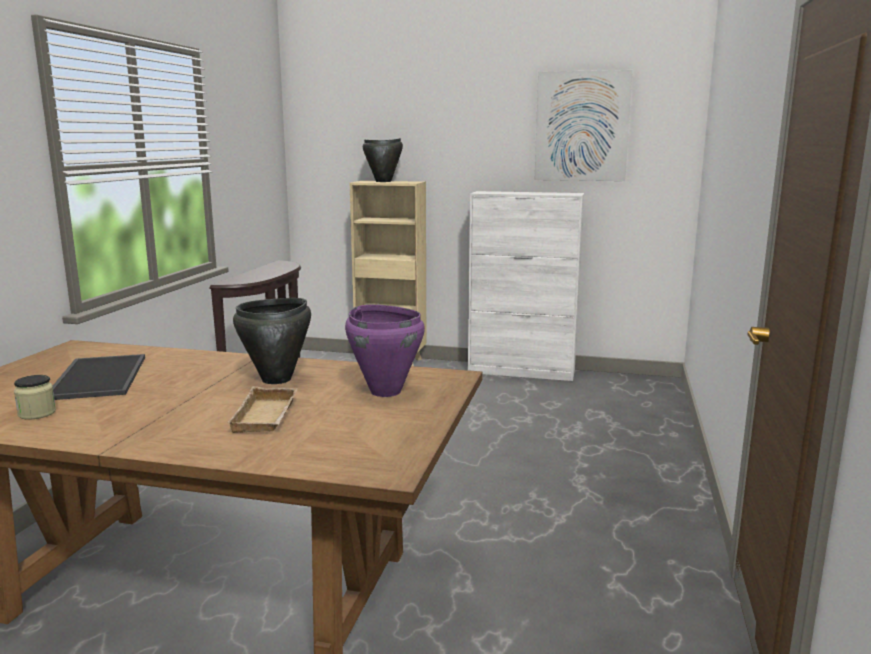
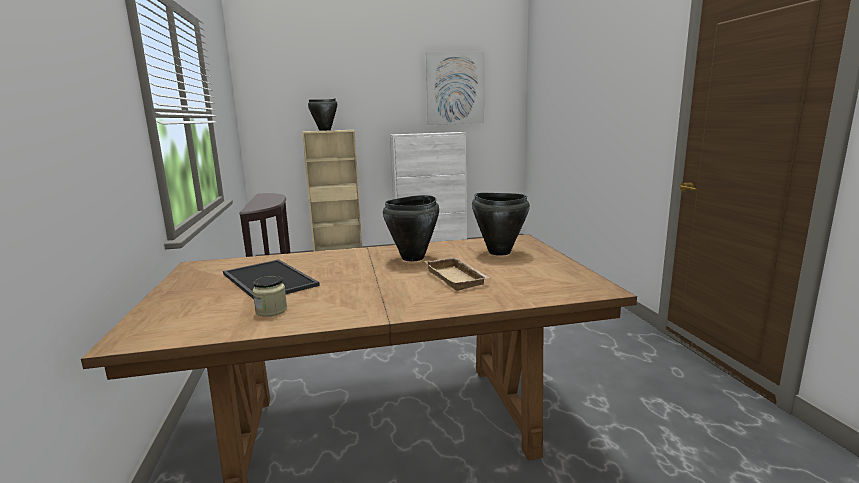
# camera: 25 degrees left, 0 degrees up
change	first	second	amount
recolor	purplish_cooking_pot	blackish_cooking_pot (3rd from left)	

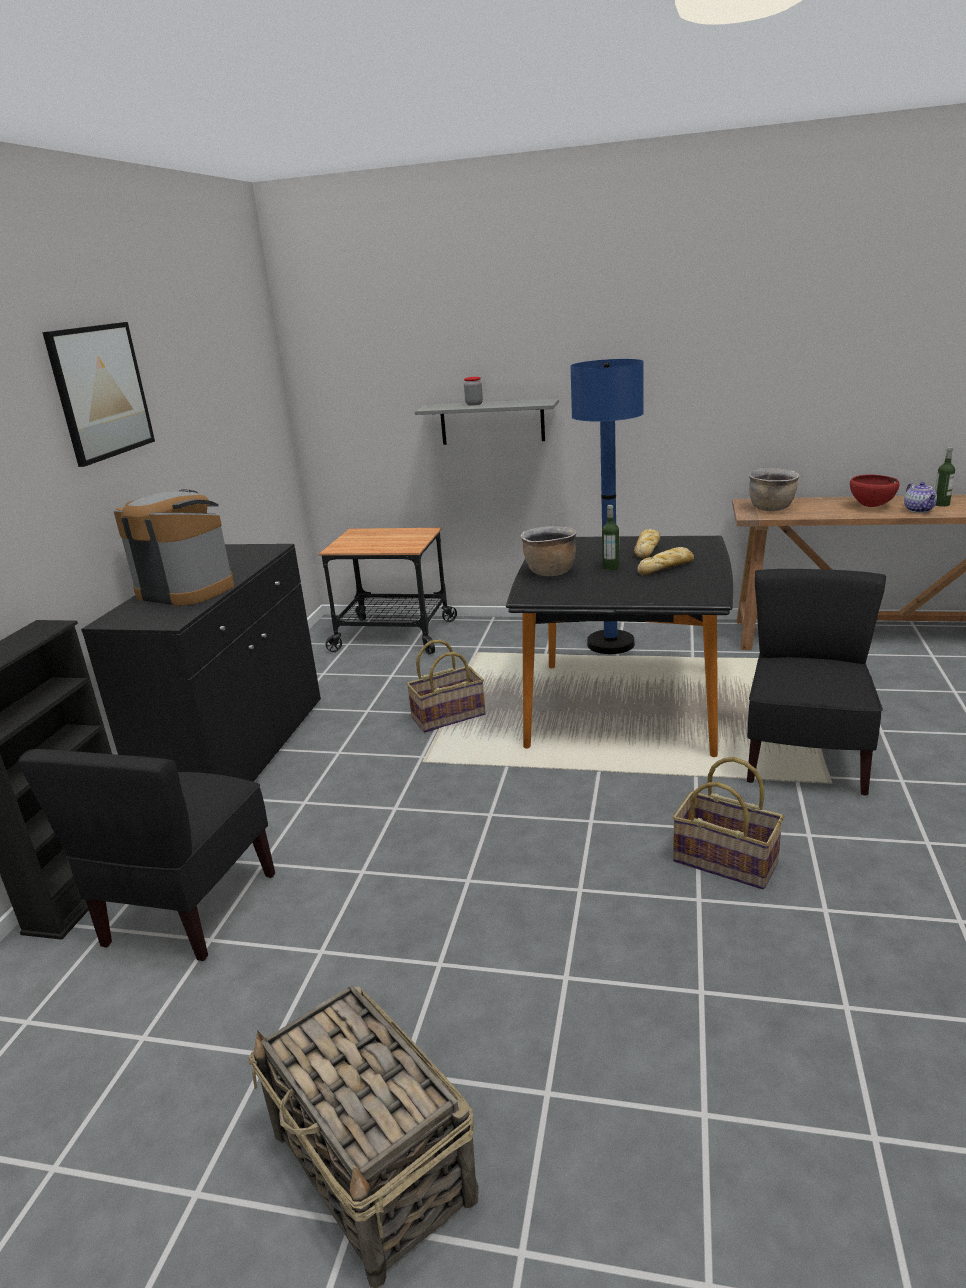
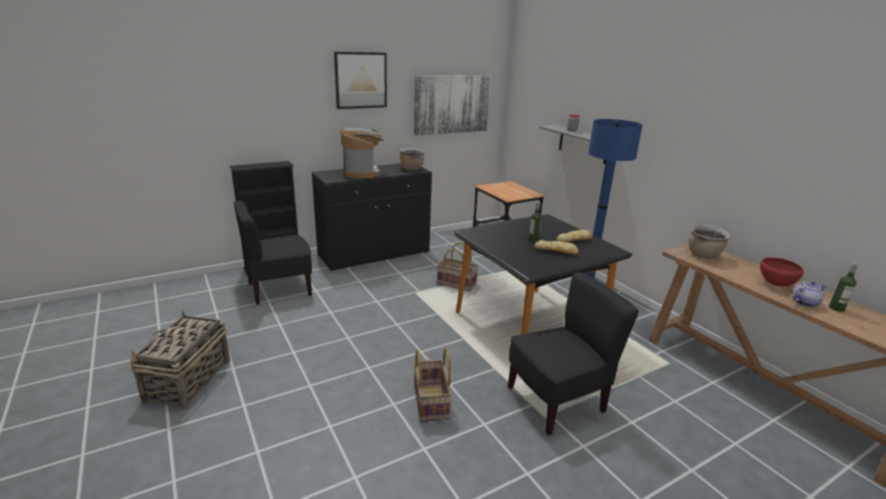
# camera: 45 degrees right, 0 degrees up
change	first	second	amount
rotate	tea_pot		150 degrees counterclockwise
move	brownish_cooking_pot (1st from left)		
insert		wall_picture (2nd from left)	

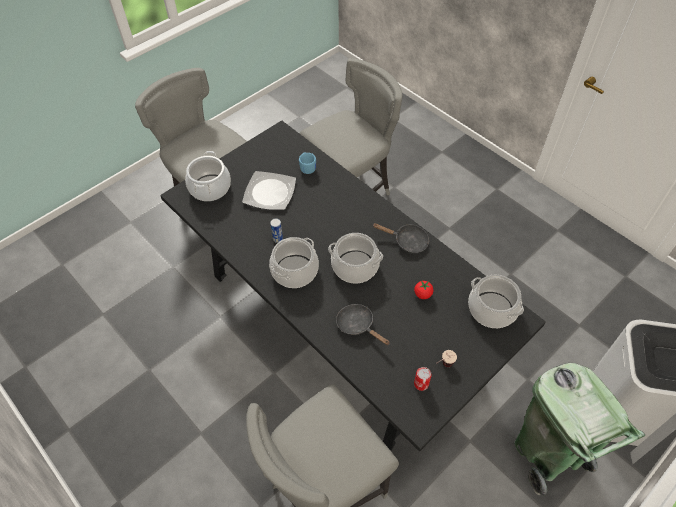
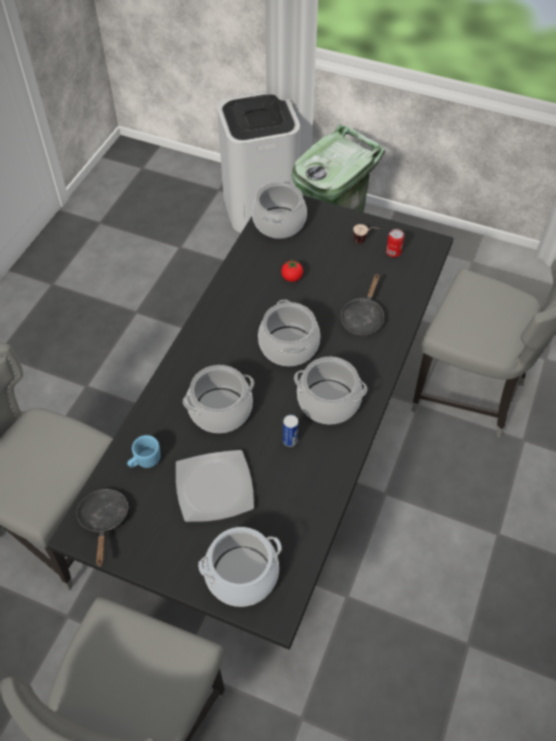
# camera: 115 degrees left, 0 degrees up
change	first	second	amount
move	blackish_frying_pan (2nd from left in the first image)	blackish_frying_pan (1st from left)	
insert		cooking_pot (1st from left)	

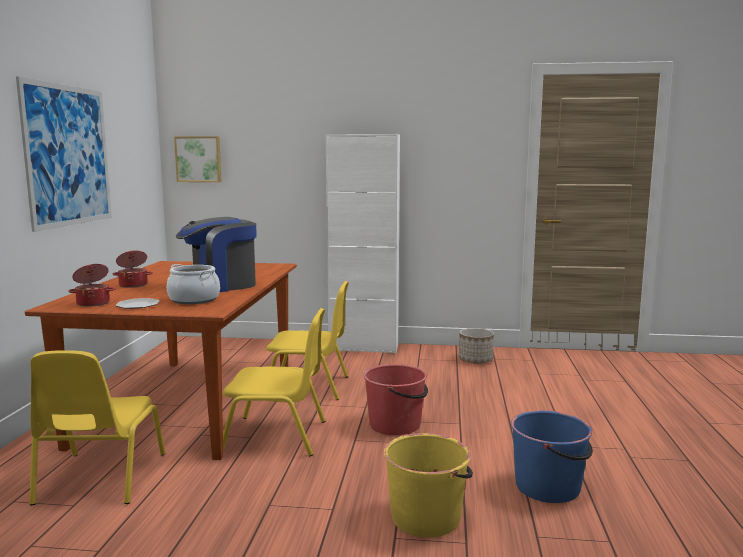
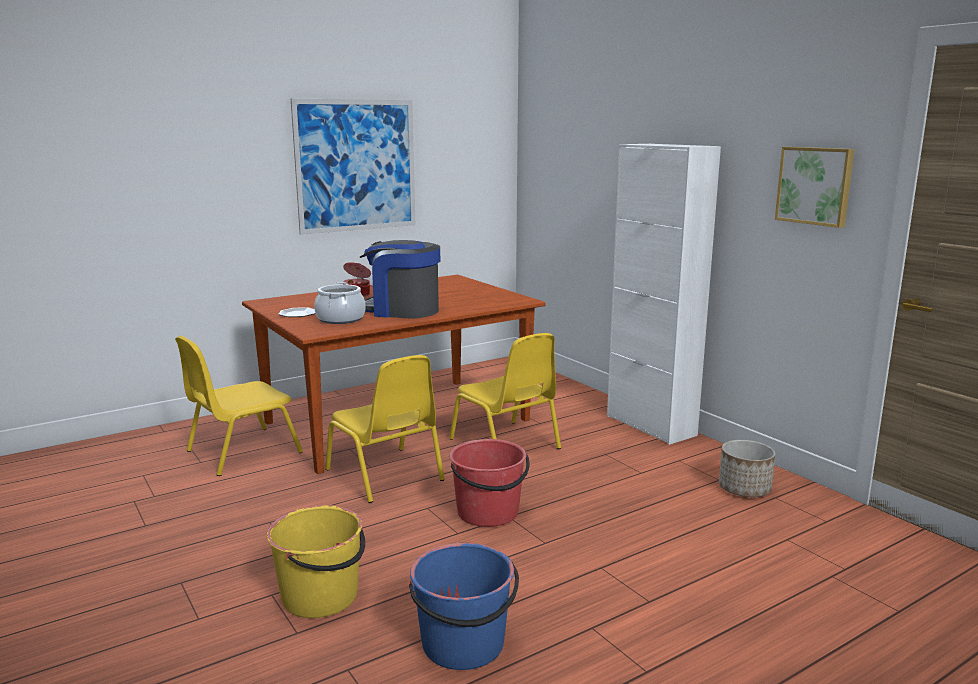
# camera: 50 degrees right, 5 degrees up
change	first	second	amount
move	wall_picture (2nd from left)		
delete	cooking_pot (1st from left)		

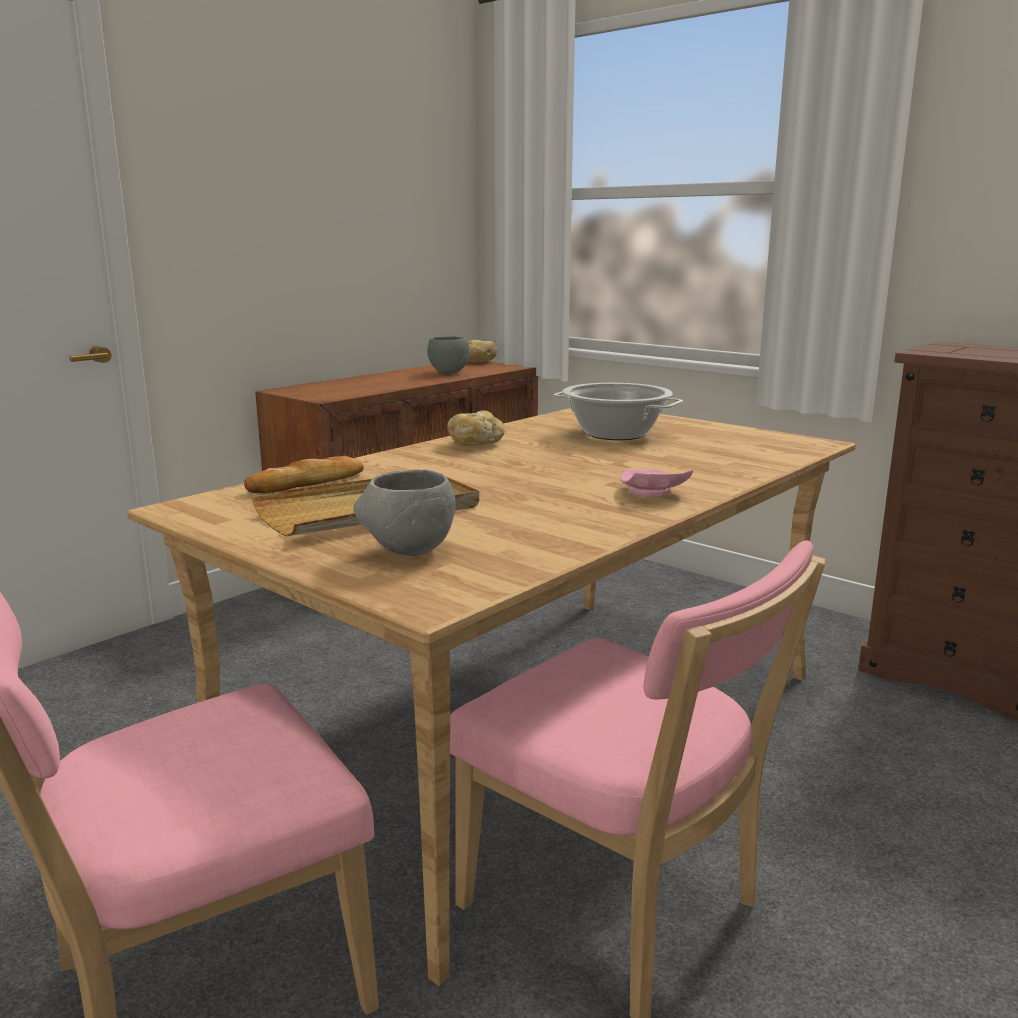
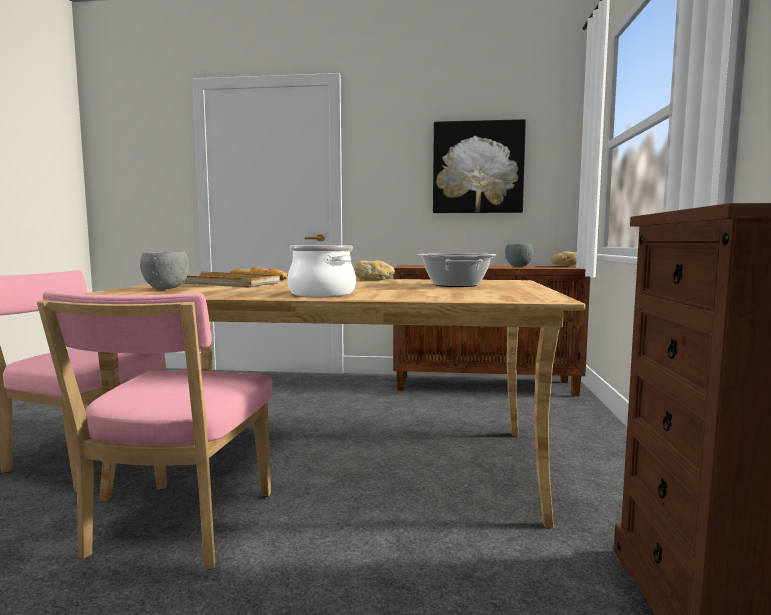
# camera: 55 degrees right, 10 degrees down
change	first	second	amount
replace	pink-coloured_flat_dish	cooking_pot (1st from left)	
insert		wall_picture	

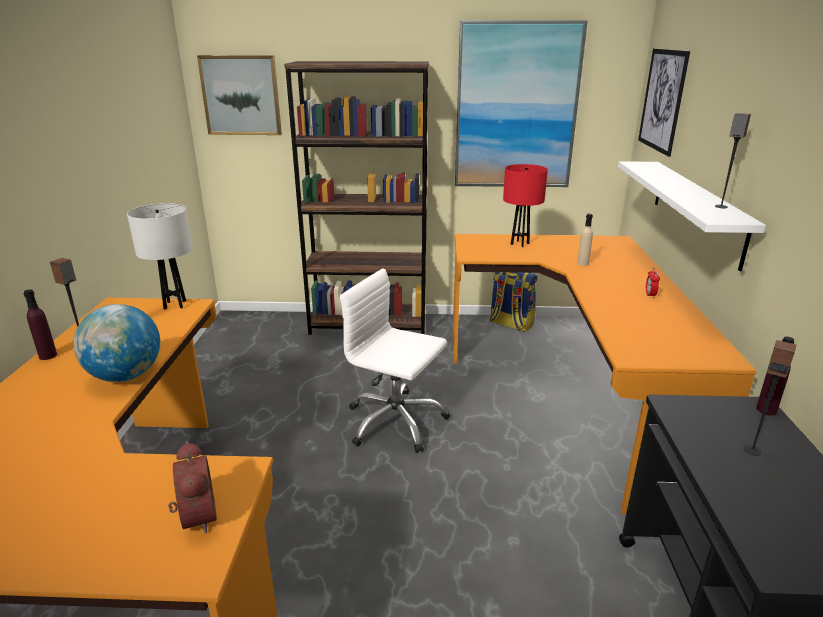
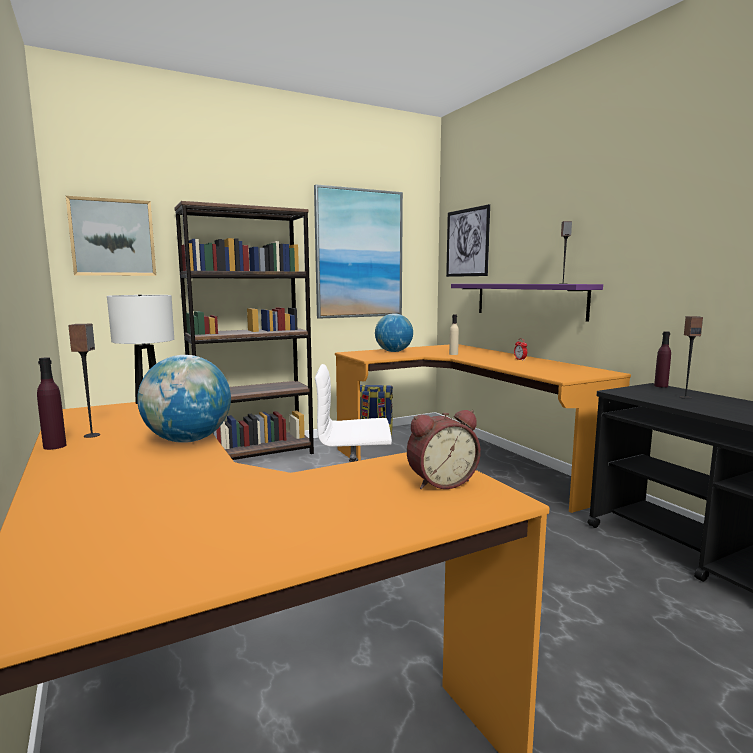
# camera: 30 degrees left, 15 degrees down
change	first	second	amount
recolor	white_bracket_shelf	purplish_bracket_shelf	
replace	red_table_lamp	globe (2nd from left)	
rotate	table_clock (1st from left)		120 degrees clockwise

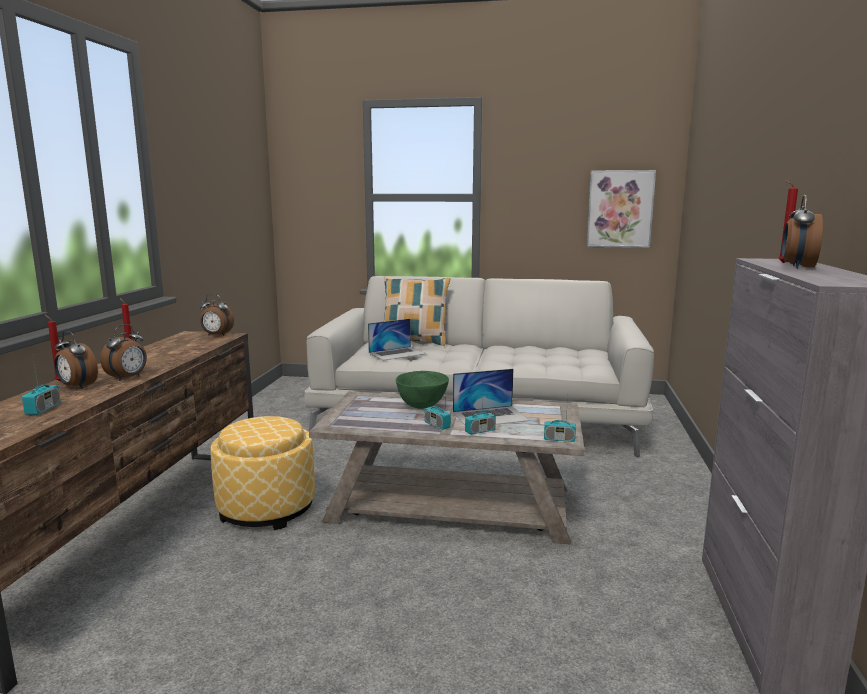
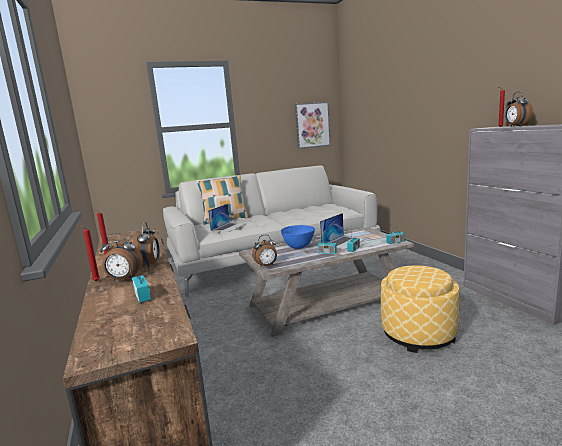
# camera: 30 degrees left, 0 degrees up
change	first	second	amount
move	table_clock (3rd from left)		
recolor	greenish_bowl	bluish_bowl	
move	footrest		

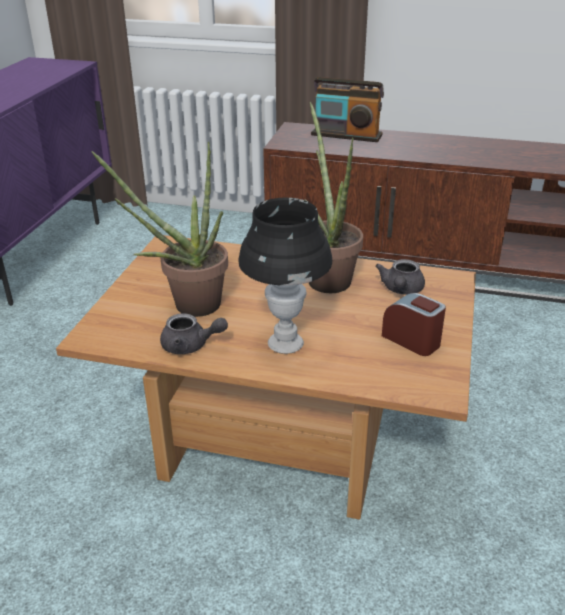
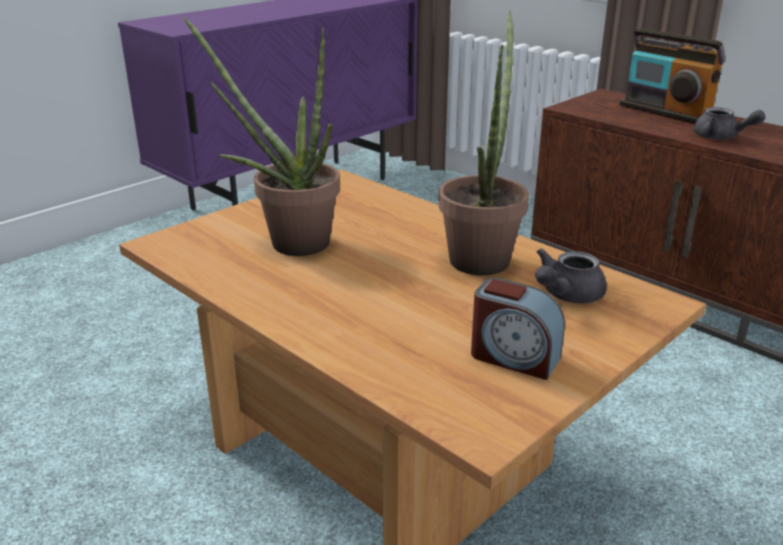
# camera: 30 degrees right, 5 degrees down
change	first	second	amount
delete	blackish_table_lamp		
rotate	table_clock		135 degrees clockwise
move	greyish_tea_pot (1st from left in the first image)	greyish_tea_pot (2nd from left)	

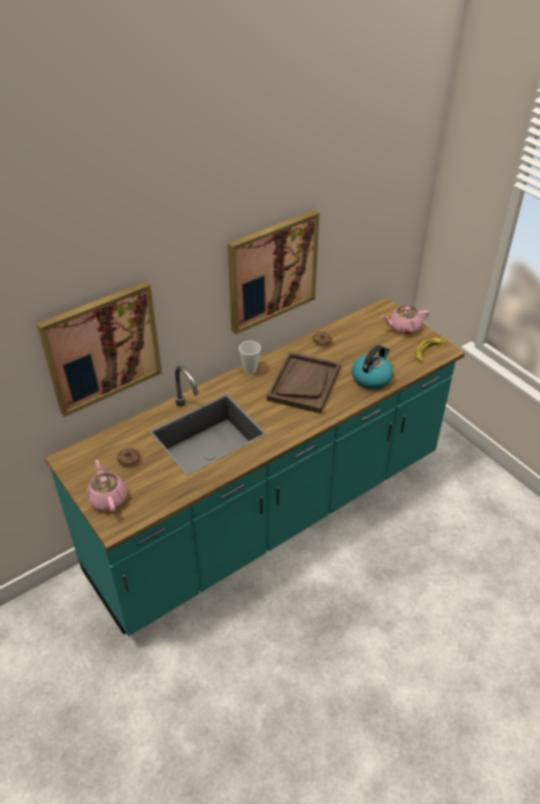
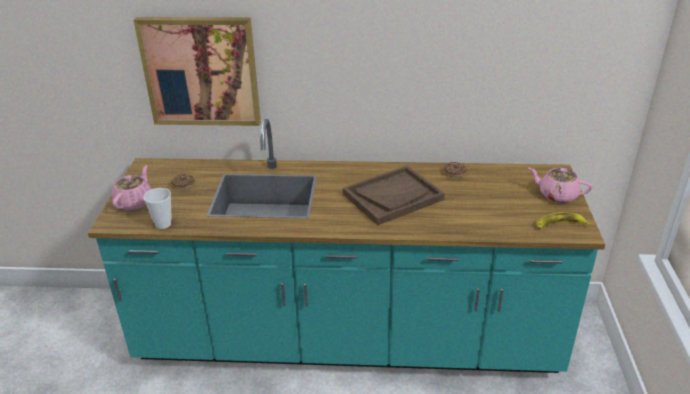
# camera: 40 degrees right, 10 degrees down
change	first	second	amount
delete	wall_picture (2nd from left)		
move	drinking_cup		
delete	tea_kettle		

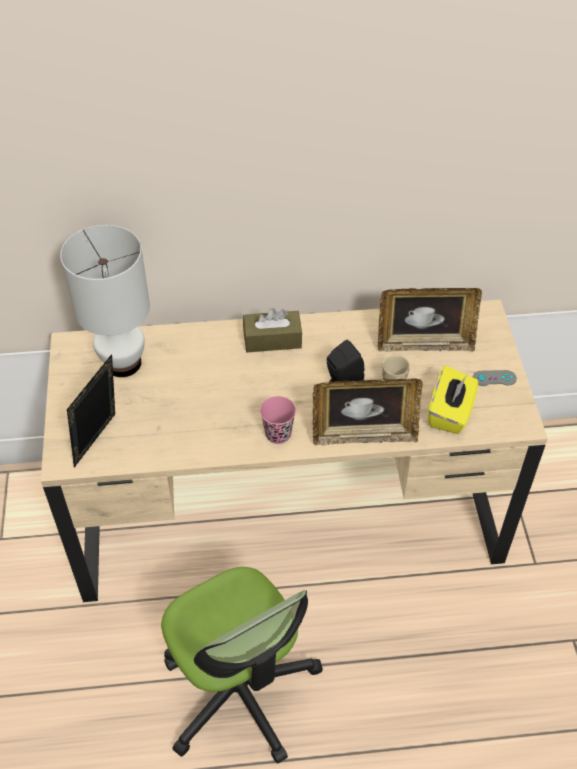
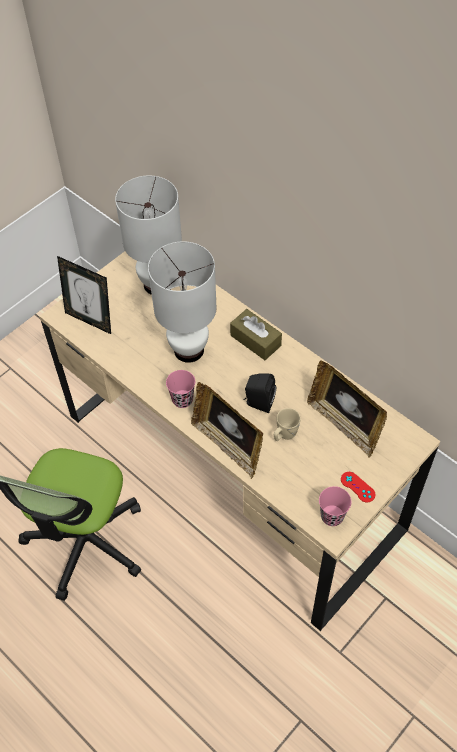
# camera: 50 degrees right, 5 degrees up
change	first	second	amount
rotate	picture_frame (1st from left)		135 degrees counterclockwise
delete	yellow-coloured_box_of_tissues		
recolor	greyish_gamepad	red_gamepad	
insert		white_table_lamp (2nd from left)	
insert		pink-coloured_drinking_cup (2nd from left)	

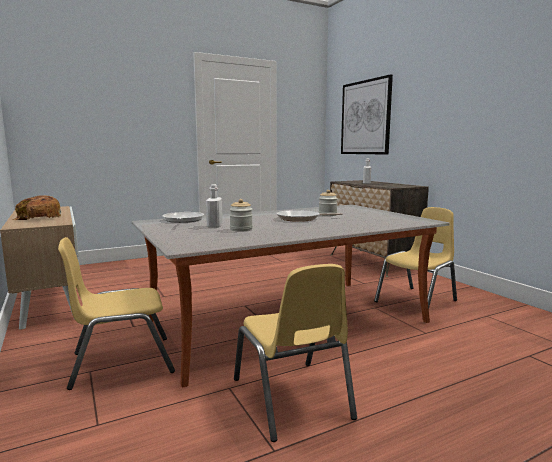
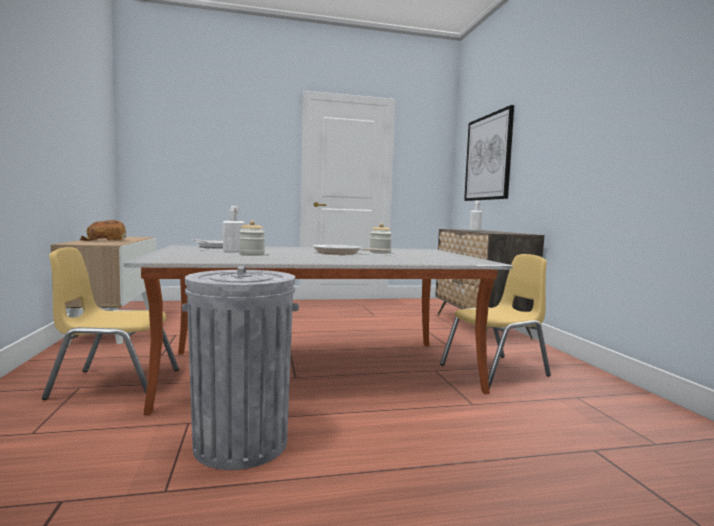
# camera: 15 degrees right, 5 degrees down
change	first	second	amount
replace	yellow-coloured_chair (2nd from left)	greyish_waste_bin	

